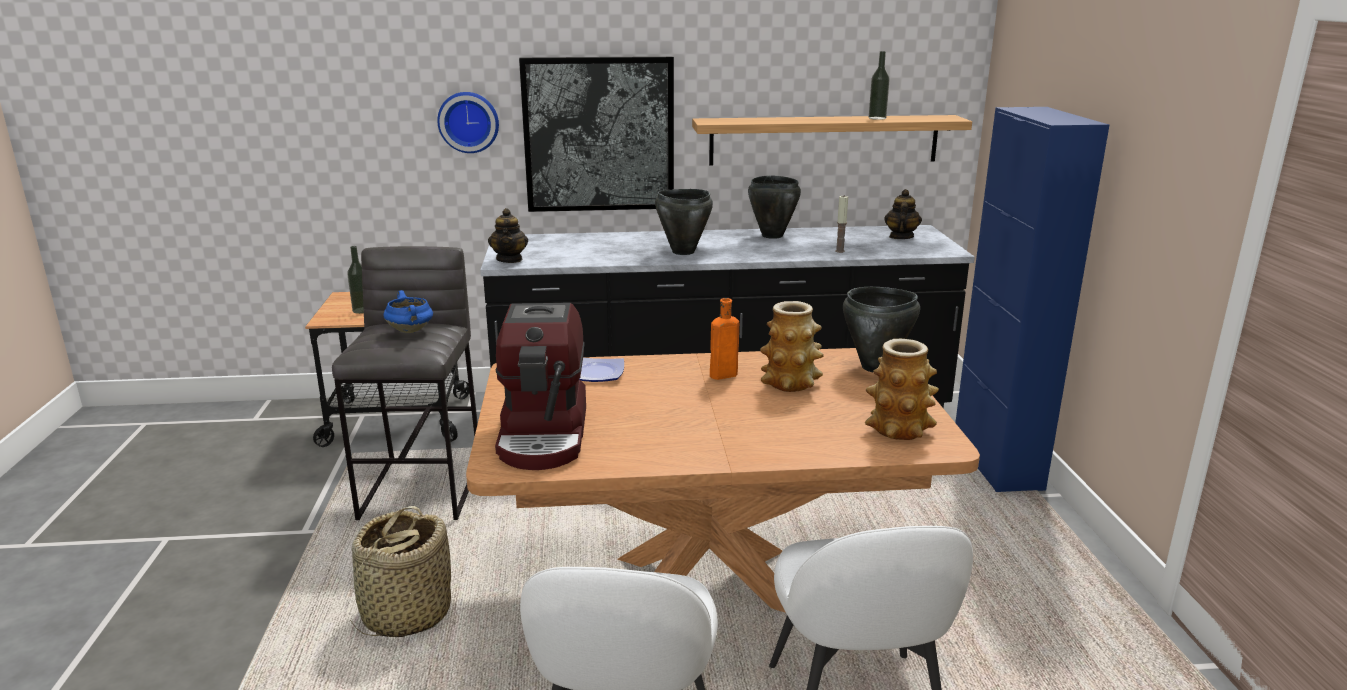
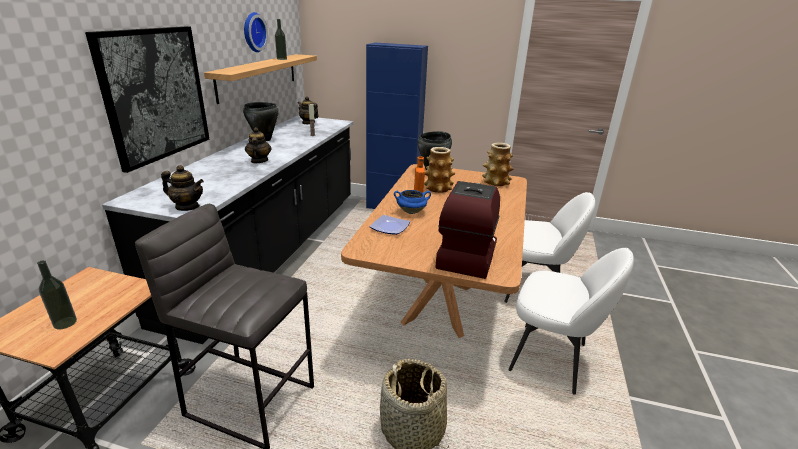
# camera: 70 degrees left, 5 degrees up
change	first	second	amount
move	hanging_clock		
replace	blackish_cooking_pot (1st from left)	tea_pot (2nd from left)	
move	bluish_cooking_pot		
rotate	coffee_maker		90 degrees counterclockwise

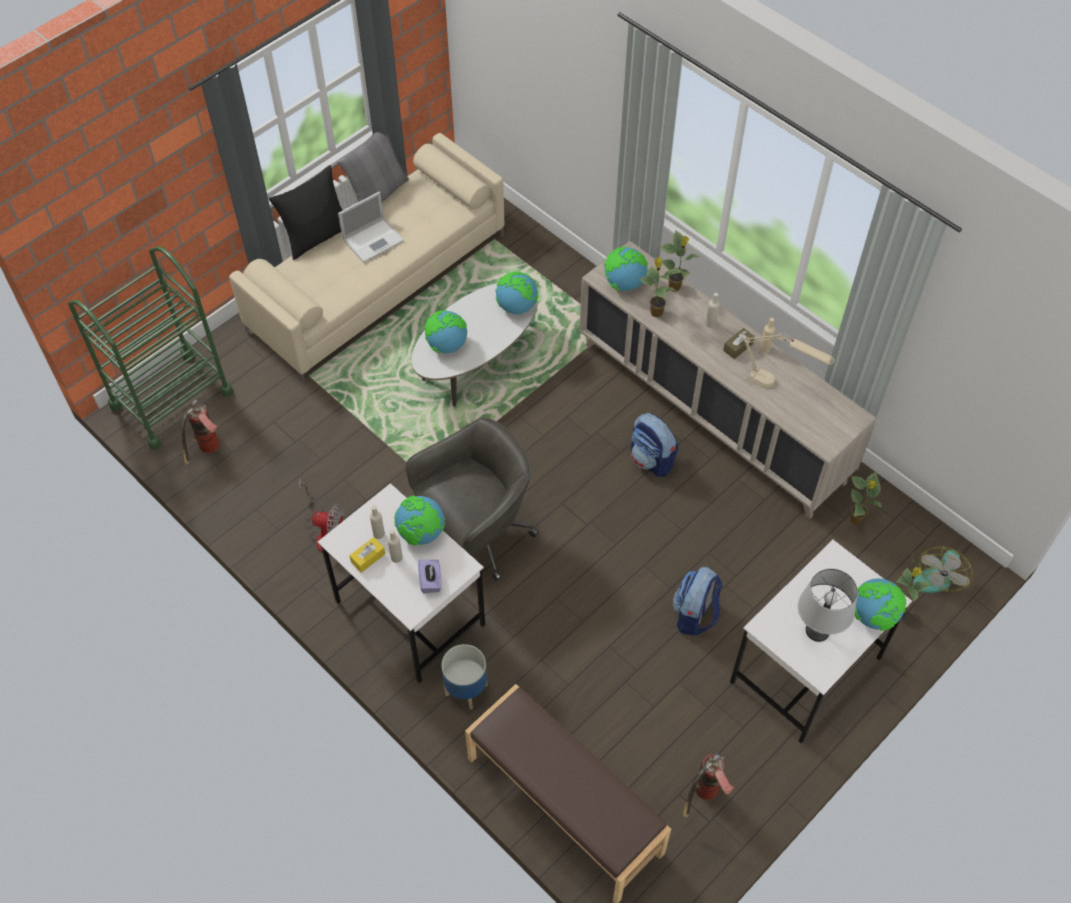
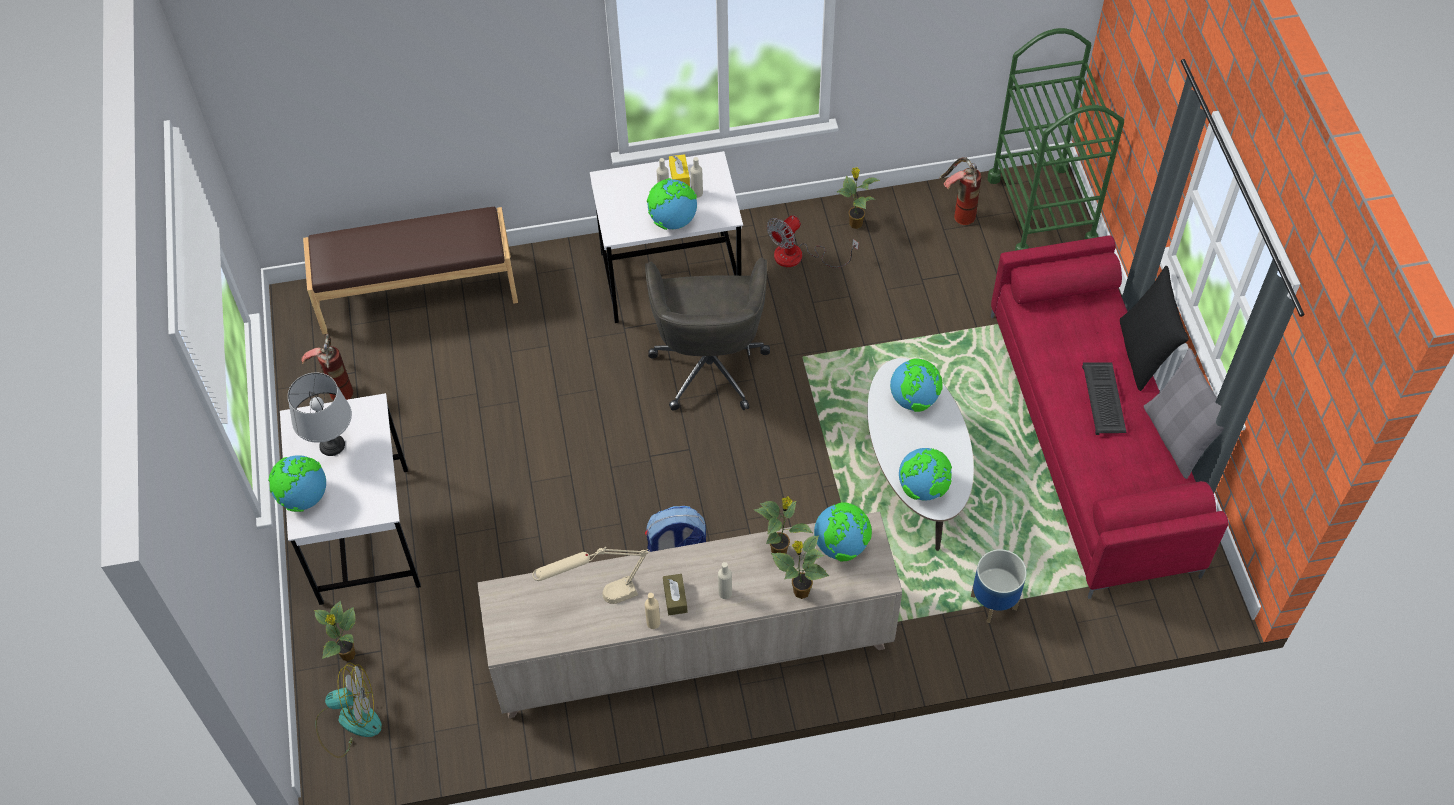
# camera: 125 degrees right, 0 degrees up
change	first	second	amount
recolor	beige-coloured_sofa	red_sofa	
replace	portable_computer	keyboard	
move	plant_in_a_pot (3rd from left in the first image)	plant_in_a_pot (4th from left)	
rotate	electric_fan (2nd from left in the first image)	electric_fan (1st from left)	105 degrees clockwise
delete	purplish_box_of_tissues		
delete	rucksack (2nd from left)		
move	planter		

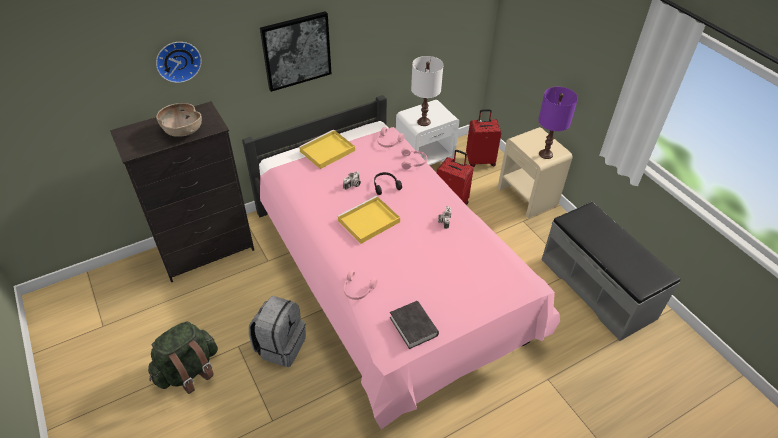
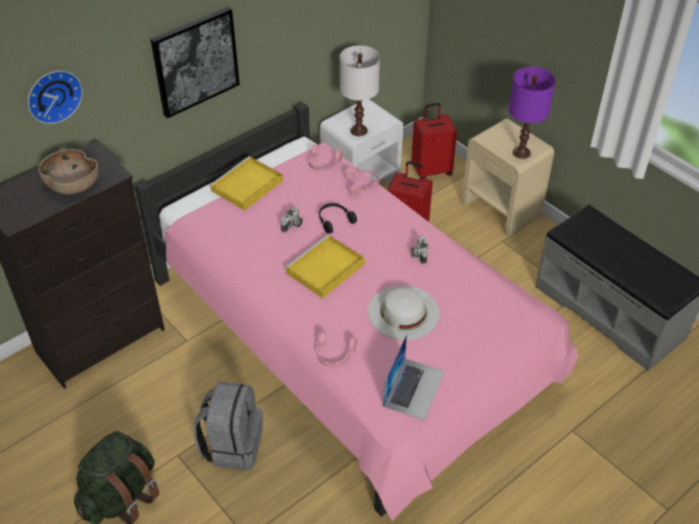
# camera: 10 degrees left, 0 degrees up
change	first	second	amount
replace	blackish_bound_book	portable_computer	
insert		white_clothing_hat	

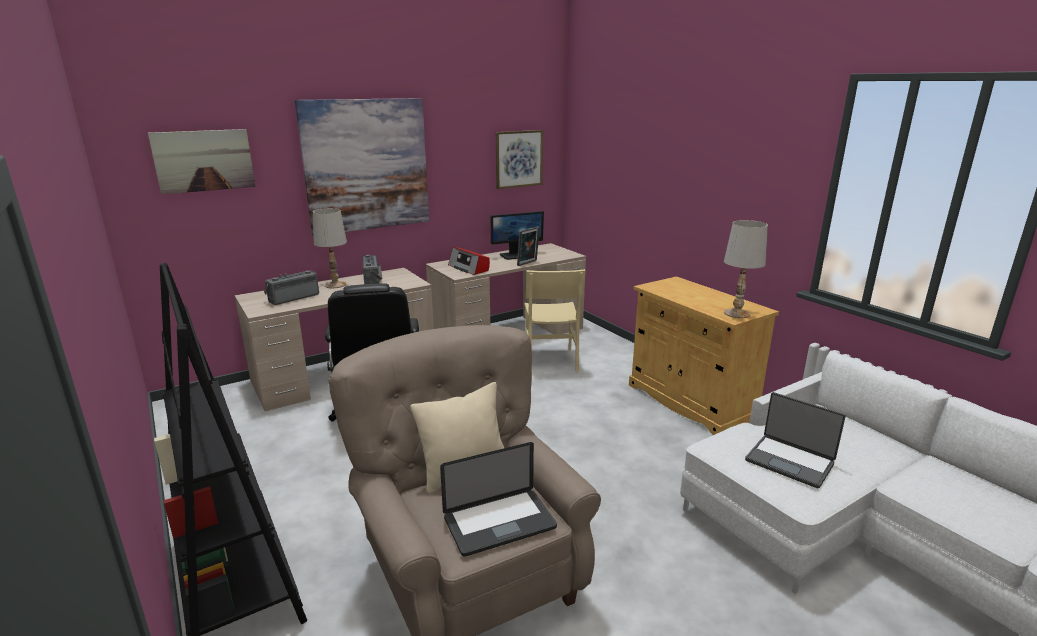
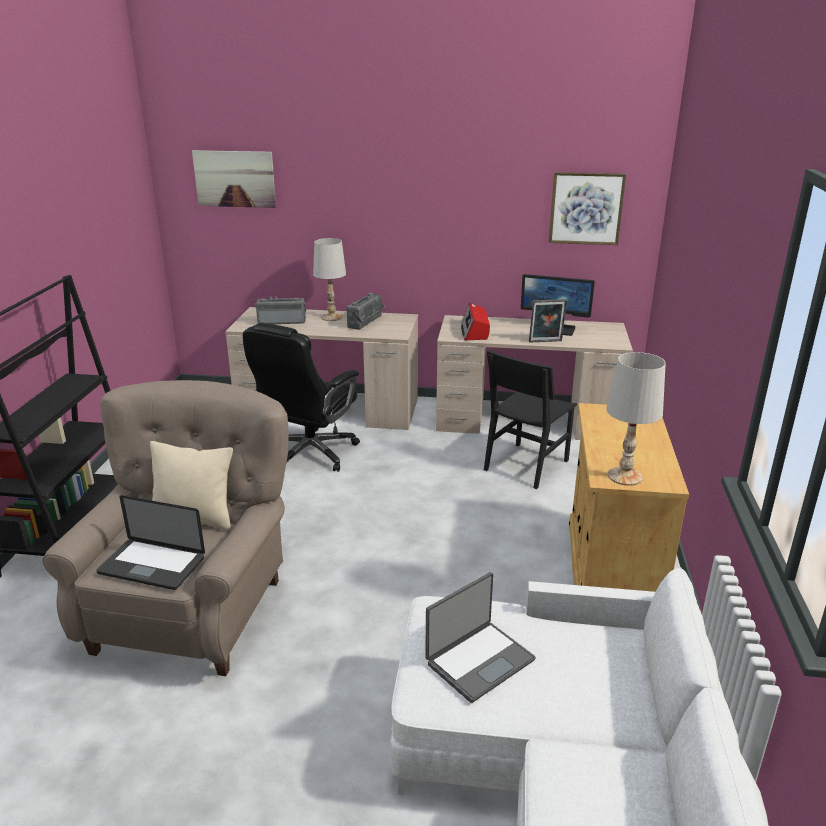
# camera: 40 degrees right, 5 degrees up
change	first	second	amount
delete	wall_picture (2nd from left)		
recolor	beige-coloured_chair	blackish_chair	
rotate	portable_computer (2nd from left)		120 degrees counterclockwise

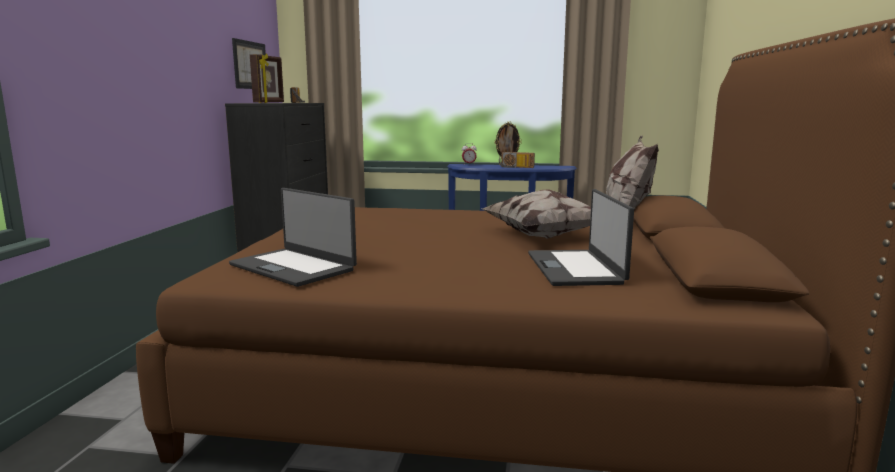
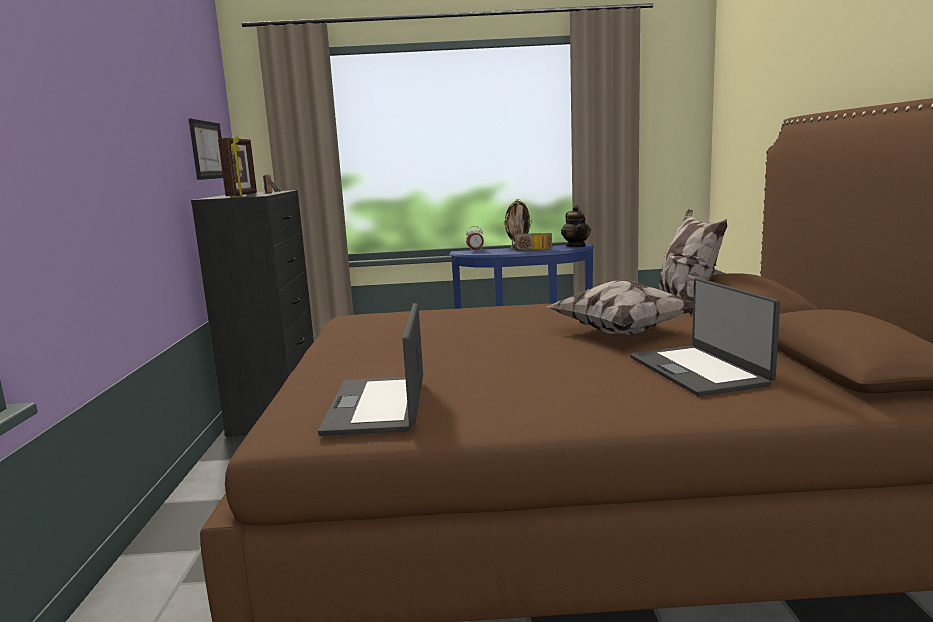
# camera: 10 degrees left, 0 degrees up
change	first	second	amount
rotate	portable_computer (1st from left)		60 degrees clockwise
insert		tea_pot	

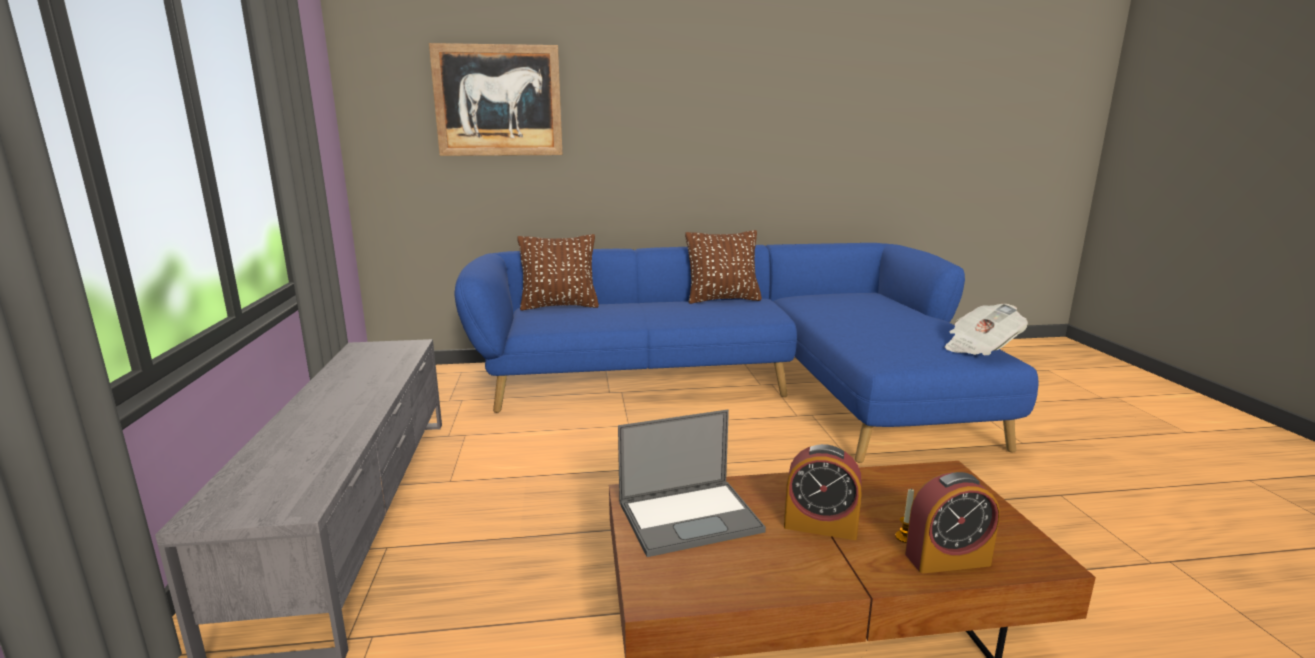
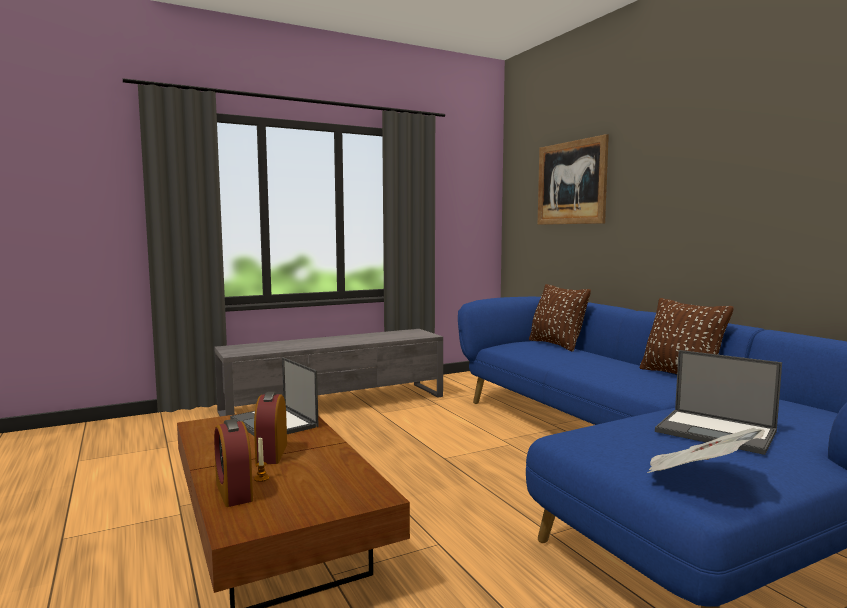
# camera: 70 degrees right, 10 degrees down
change	first	second	amount
insert		portable_computer (2nd from left)	

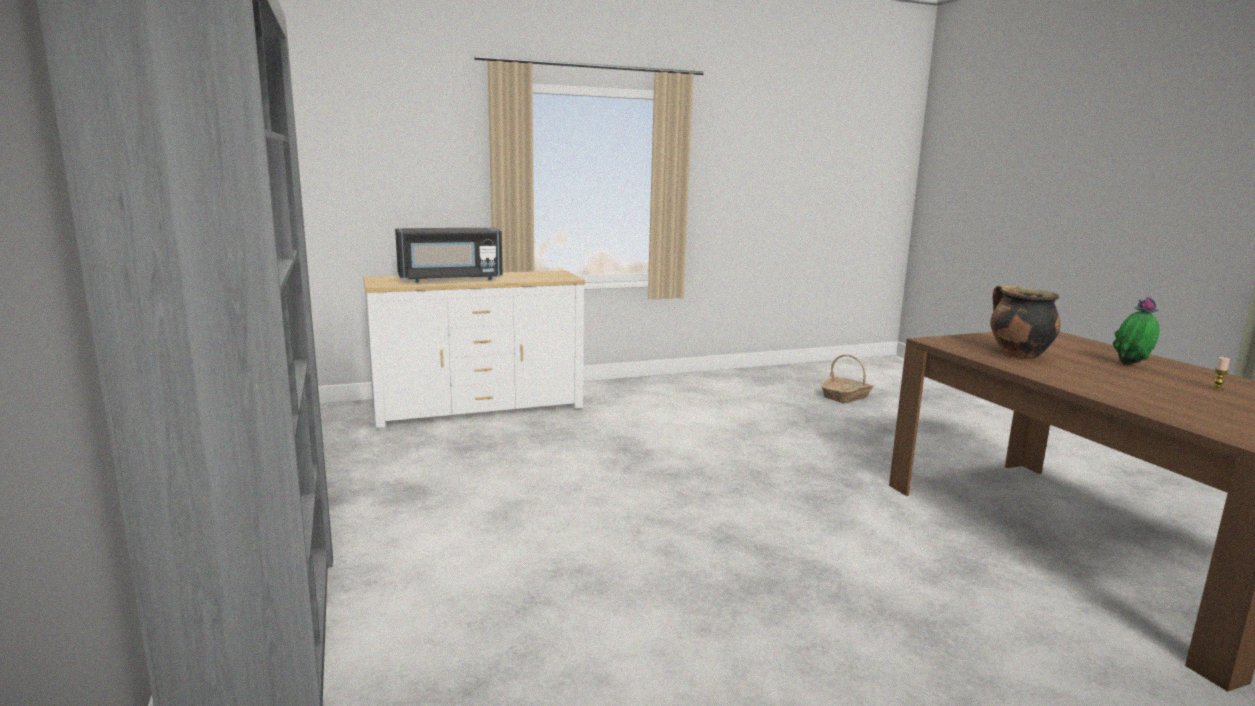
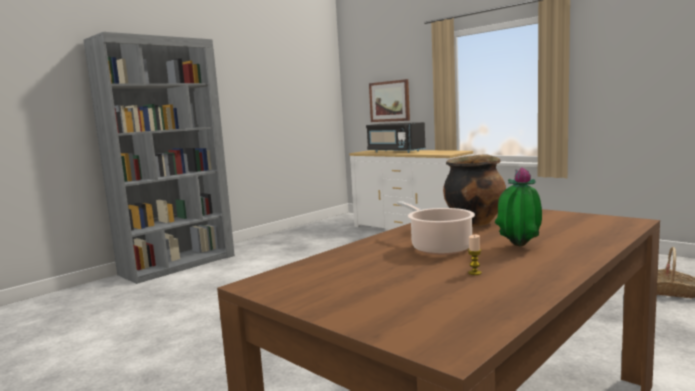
# camera: 65 degrees right, 5 degrees down
change	first	second	amount
insert		wall_picture	
insert		cooking_pot (1st from left)	

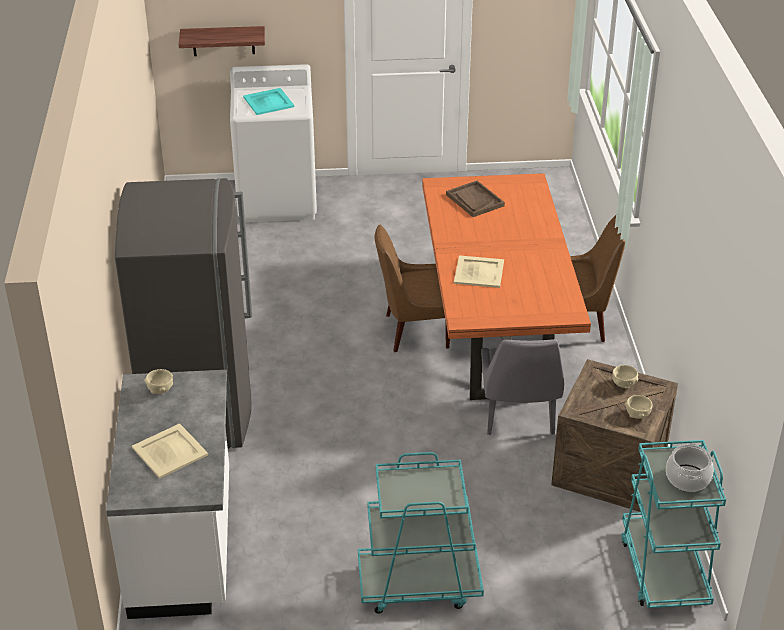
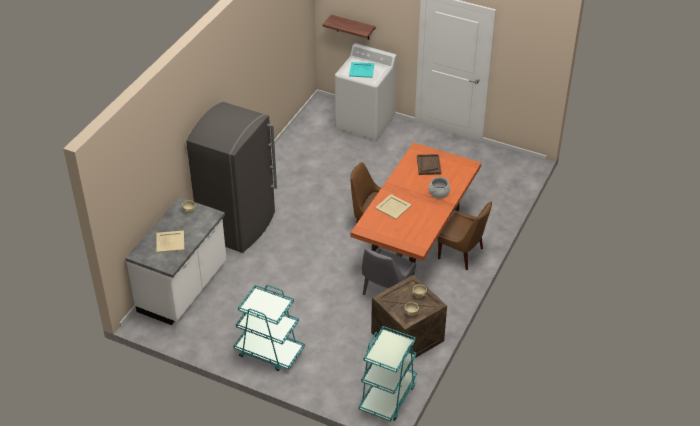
# camera: 30 degrees right, 5 degrees up
change	first	second	amount
move	cooking_pot		

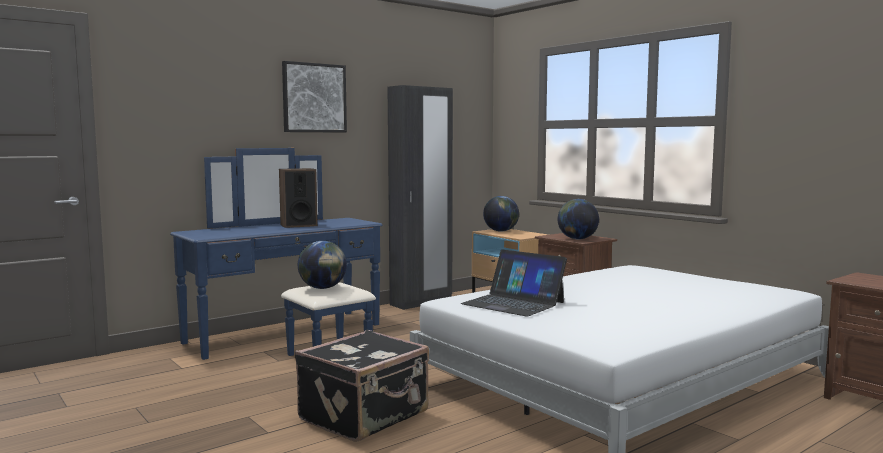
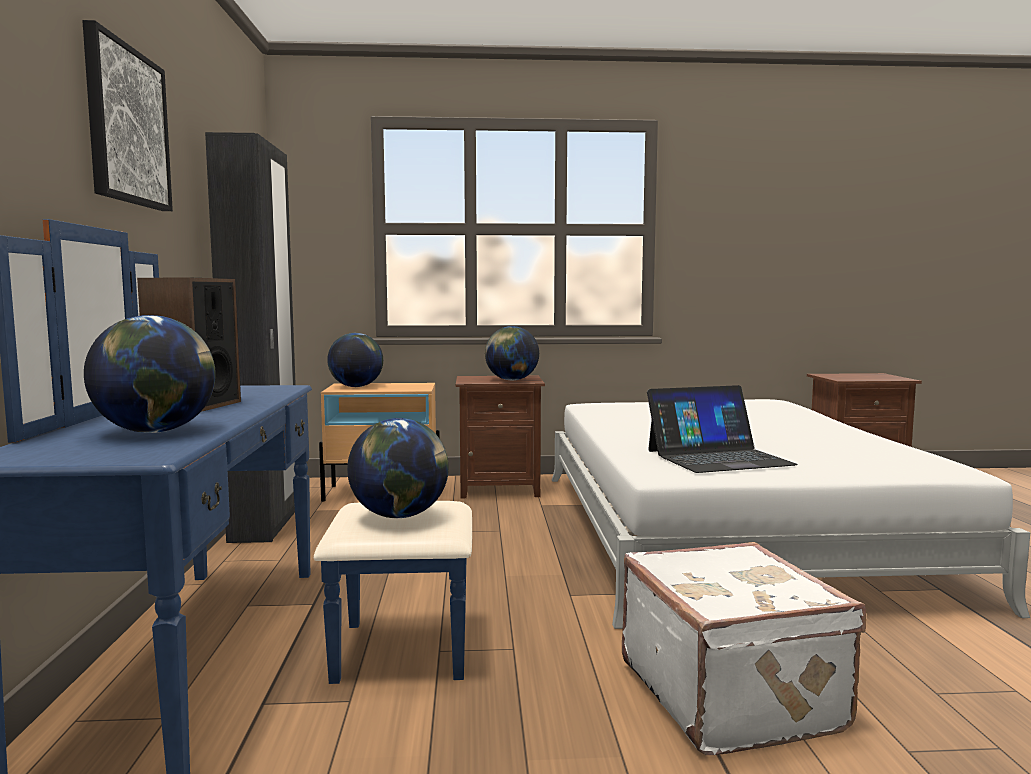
# camera: 55 degrees left, 0 degrees up
change	first	second	amount
recolor	blackish_suitcase	white_suitcase	
insert		globe (1st from left)	

